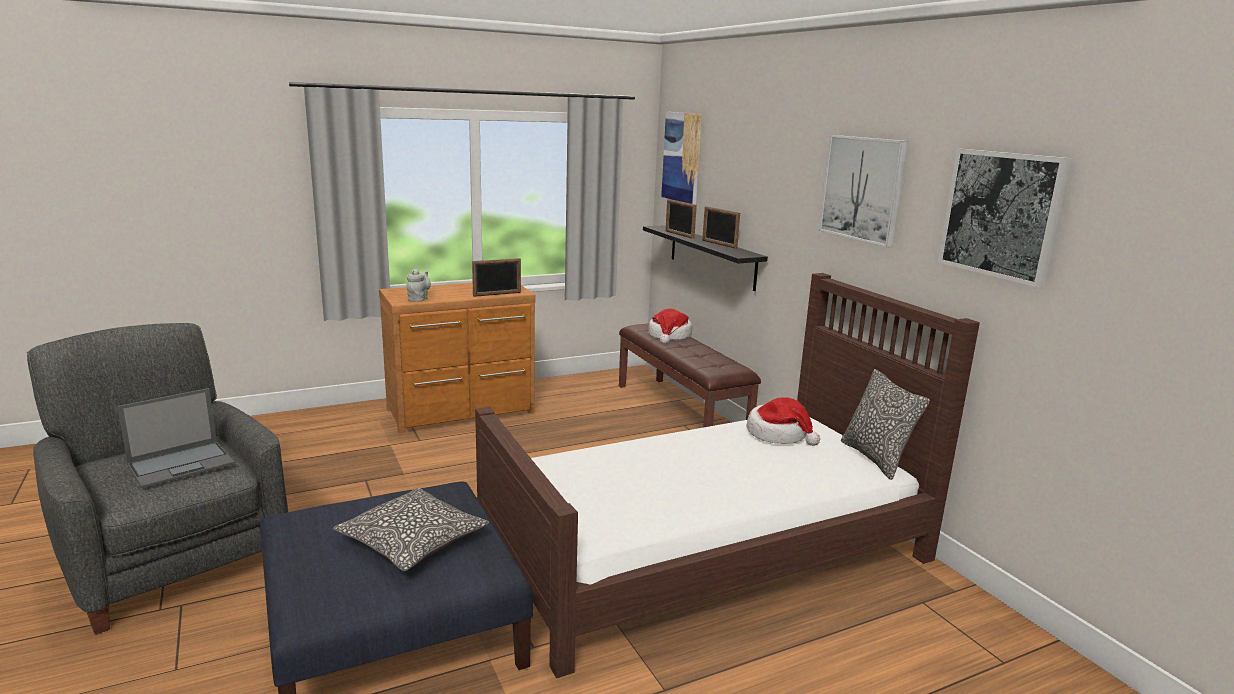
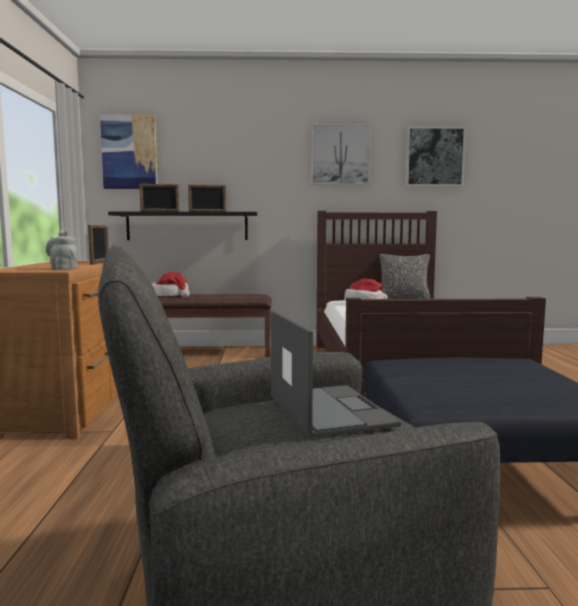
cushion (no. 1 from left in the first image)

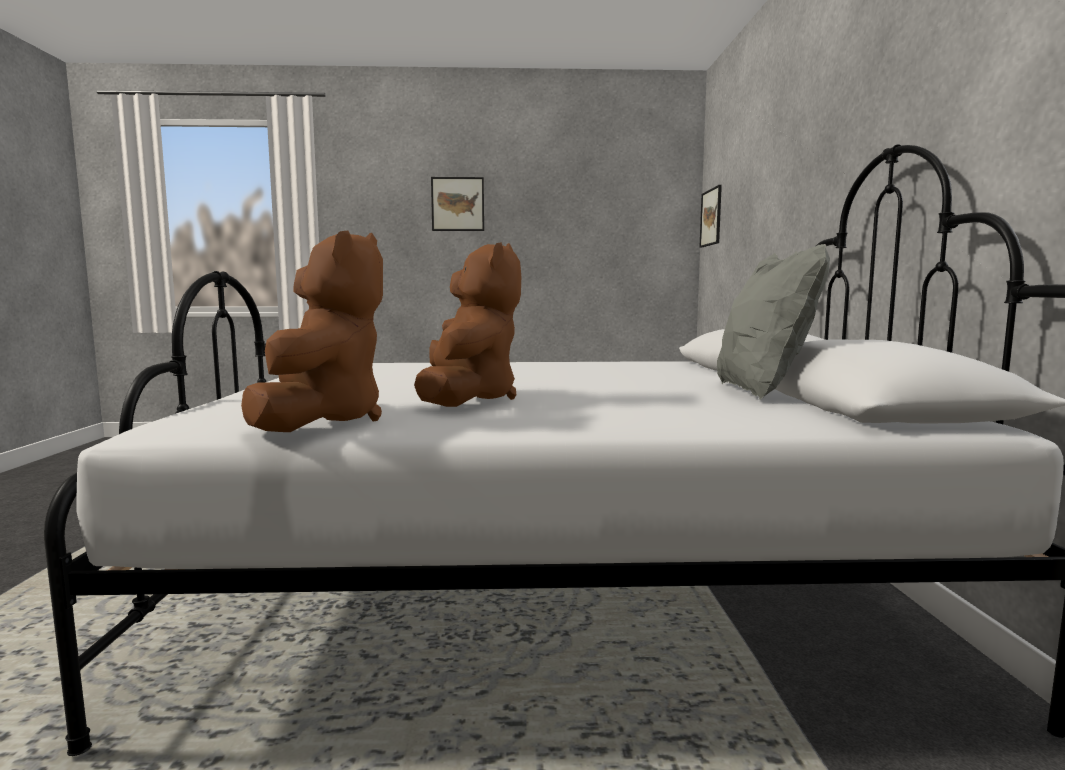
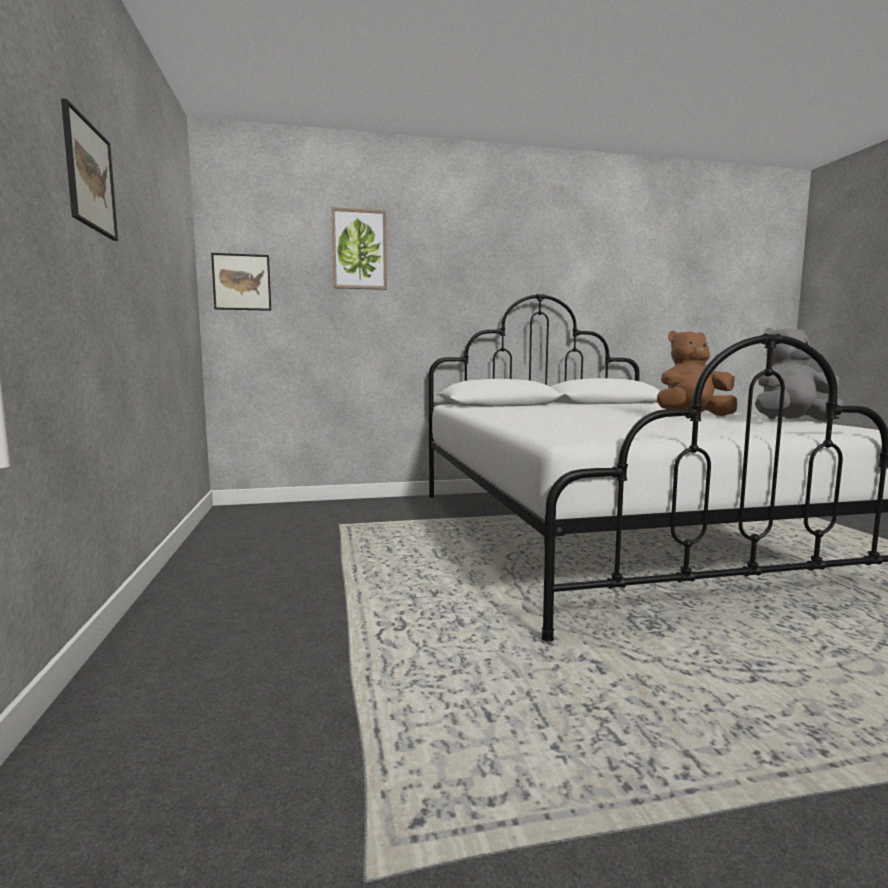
gray cushion
picture (no. 3 from left)
gray cuddly toy

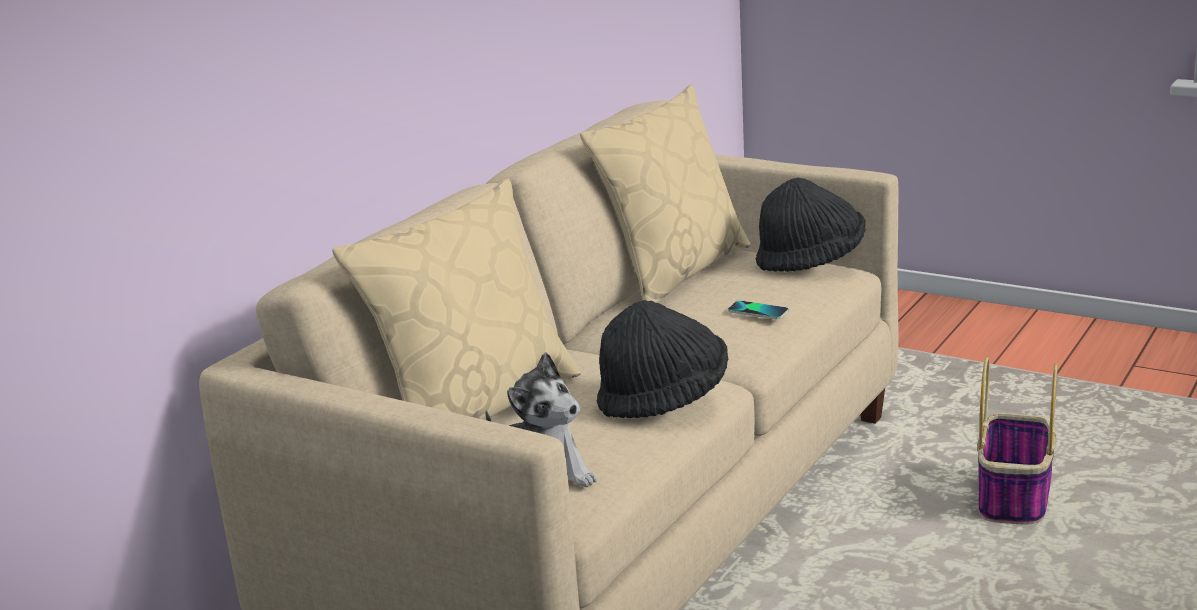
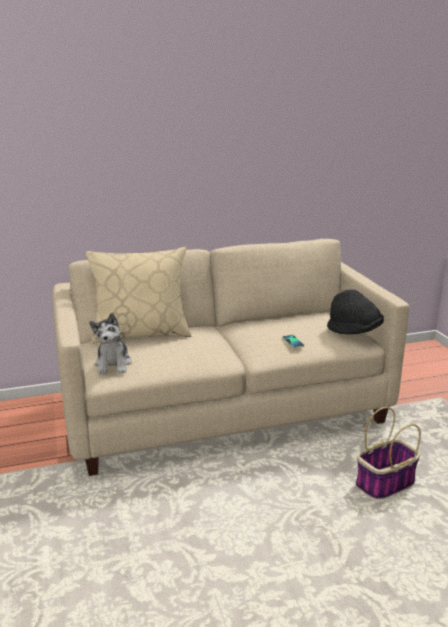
beige-coloured cushion (no. 2 from left in the first image)
black-coloured clothing hat (no. 1 from left in the first image)

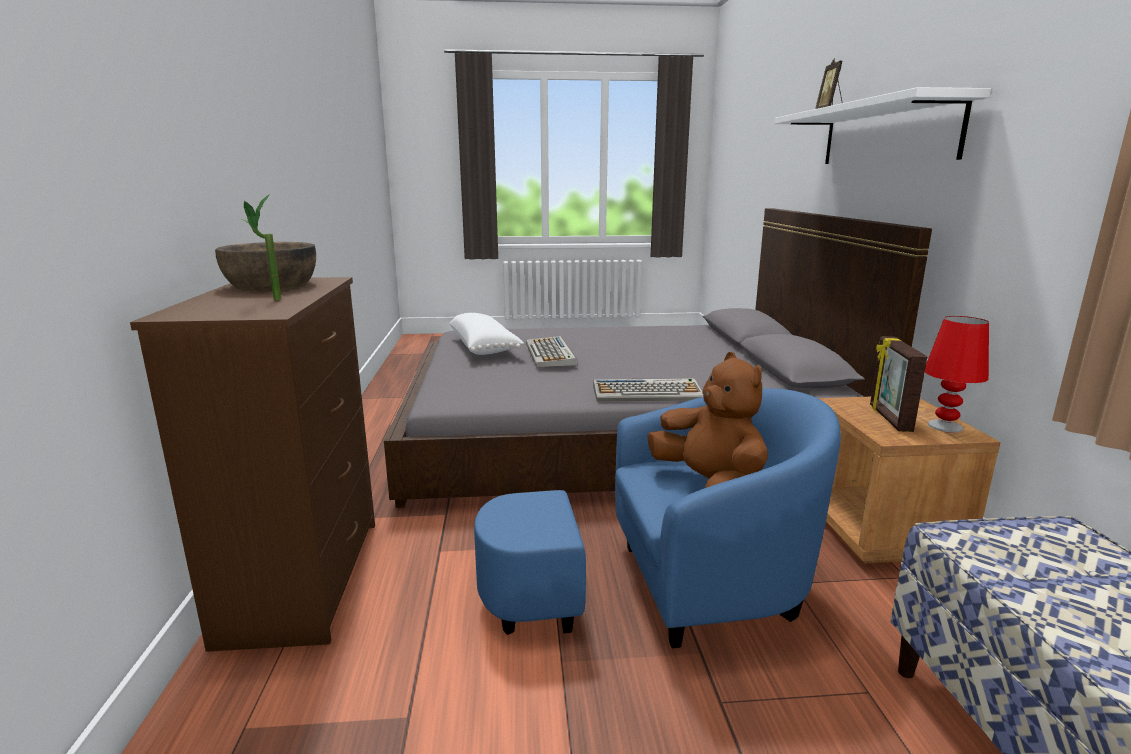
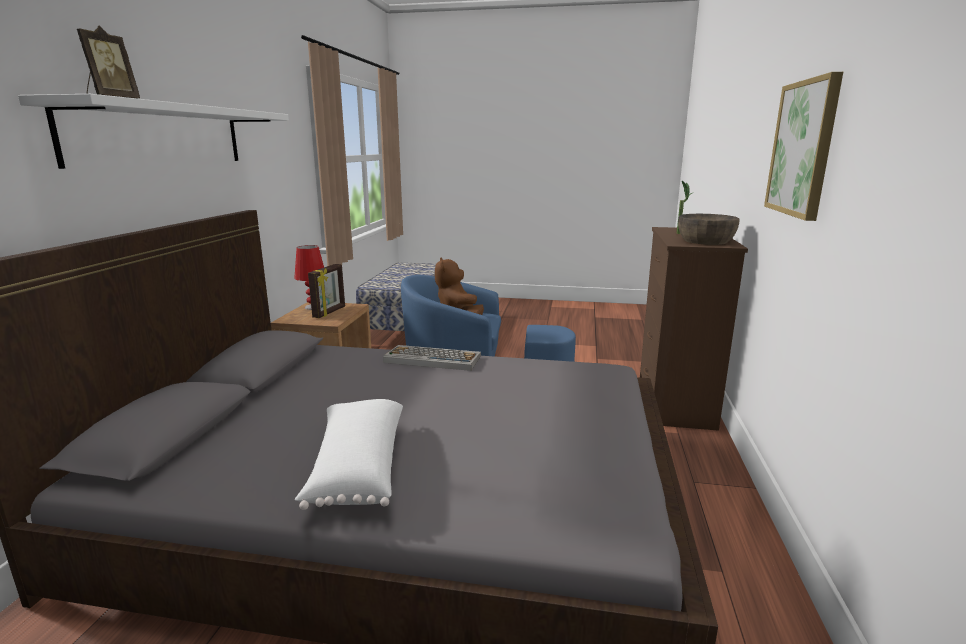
PC keyboard (no. 1 from left in the first image)
picture
whitish cushion

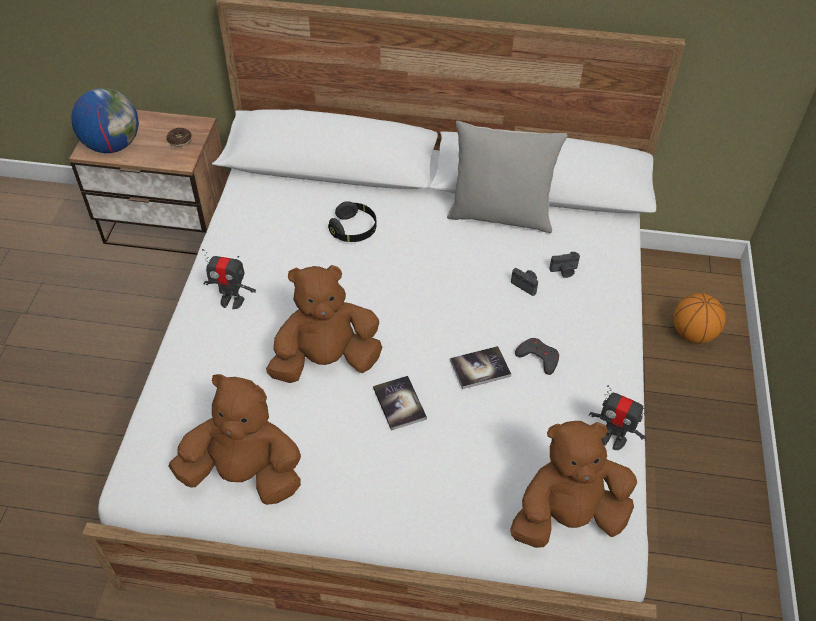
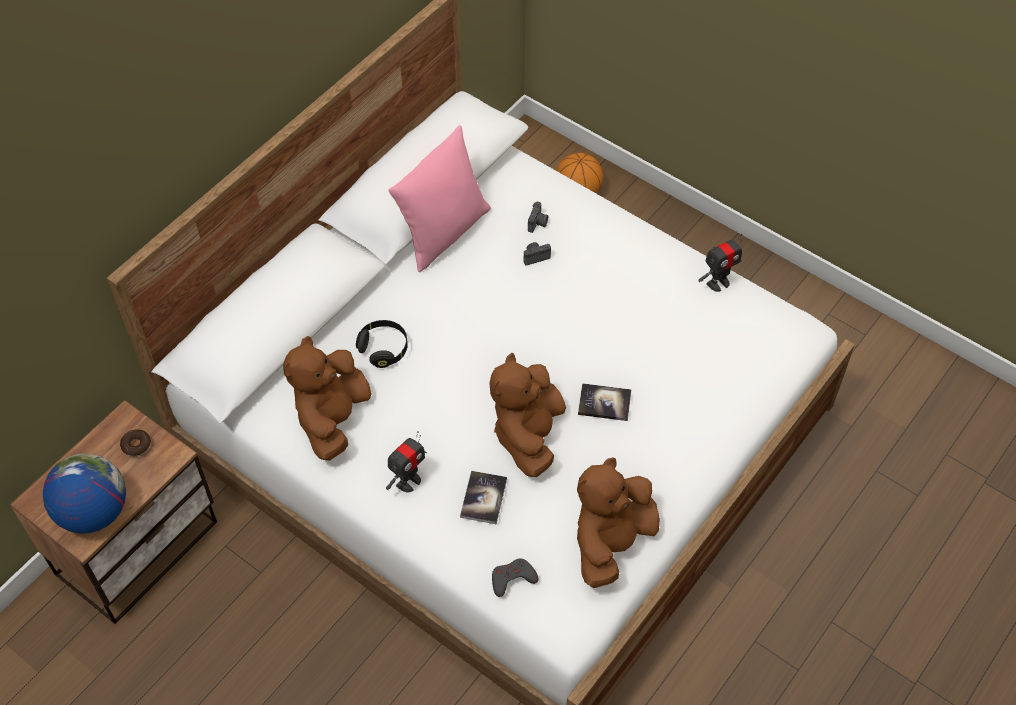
volume (no. 1 from left)
brown-coloured cuddly toy (no. 1 from left)
gray game controller
pink-coloured cushion

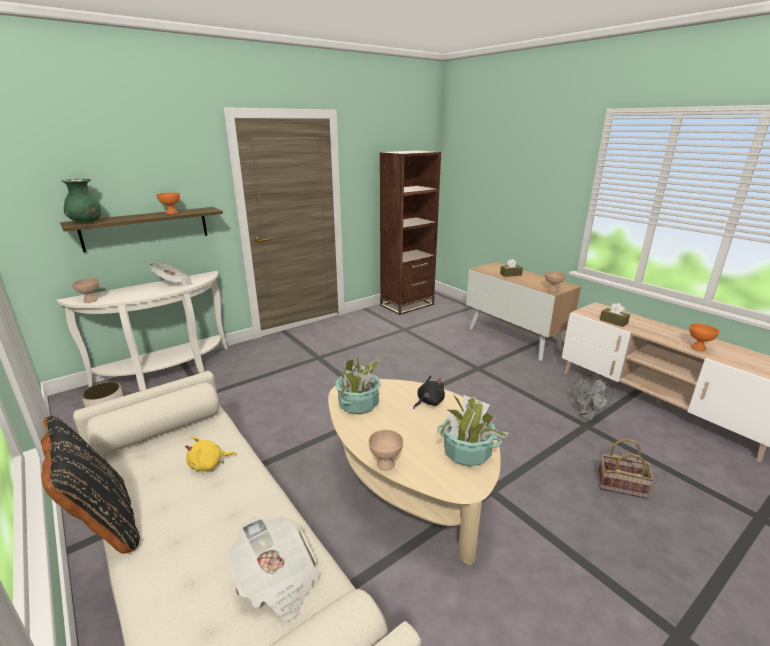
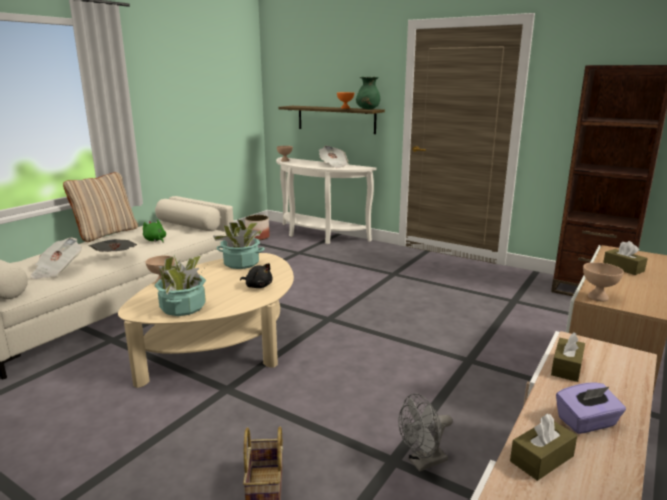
daily paper (no. 2 from left)
purple-coloured box of tissues
green vase
brown-coloured box of tissues (no. 1 from left)
beige-coloured cushion
green cuddly toy
gray fan

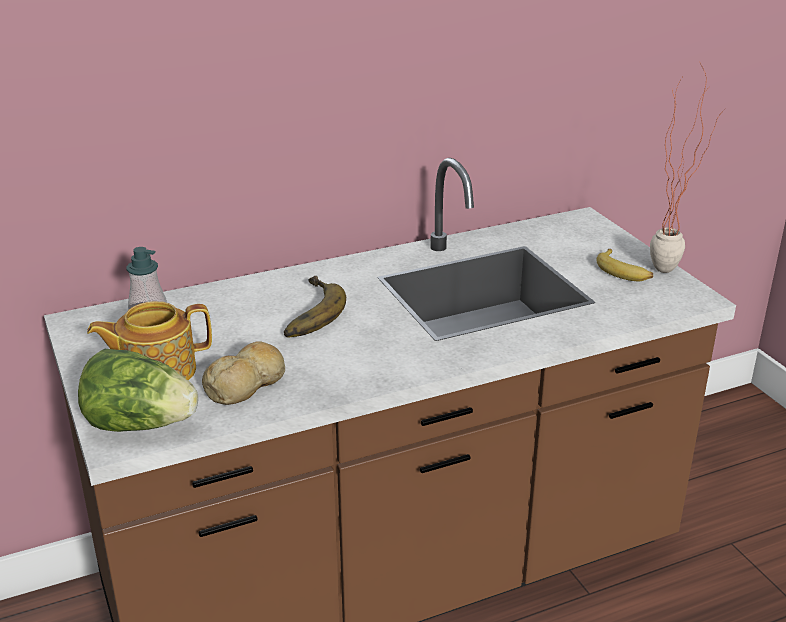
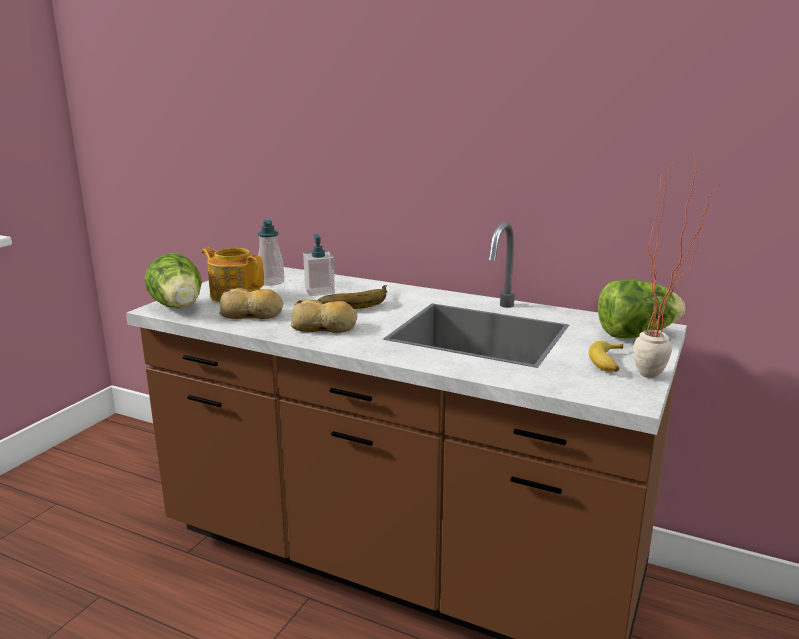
baked bread (no. 2 from left)
soap dispenser (no. 2 from left)
head of lettuce (no. 2 from left)

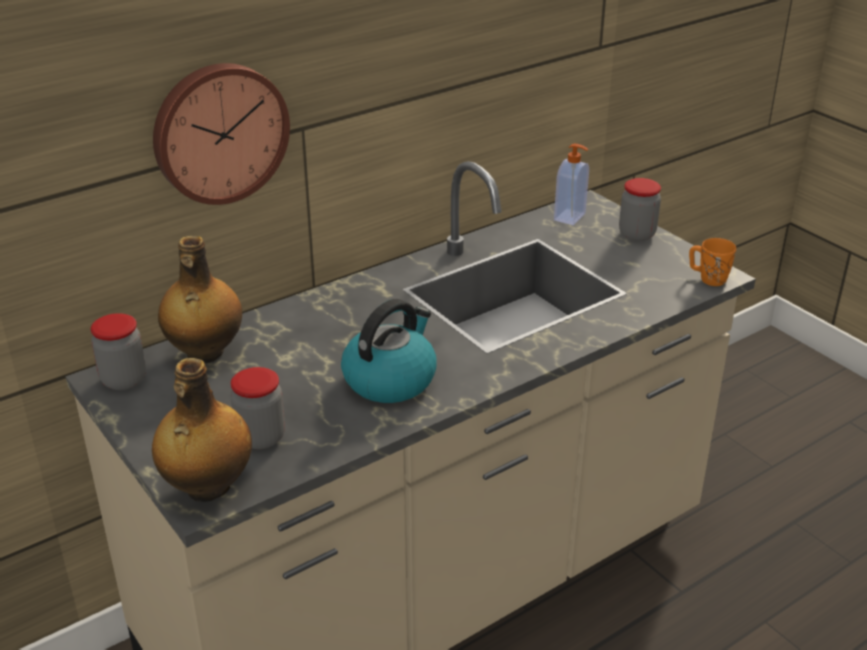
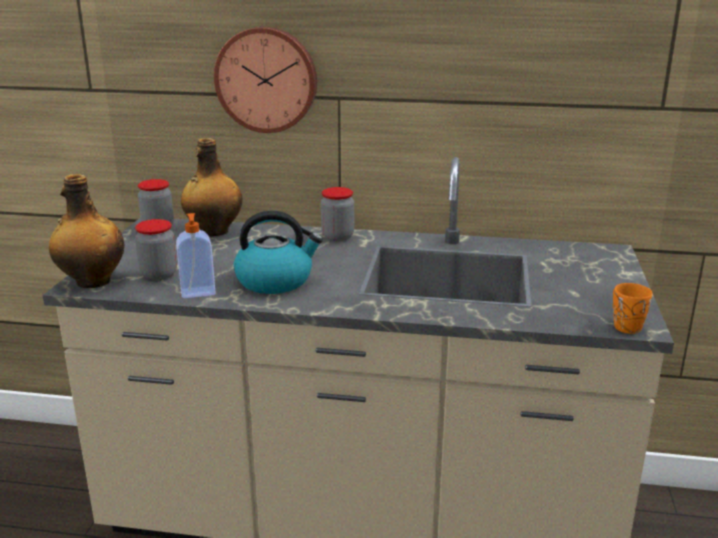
soap dispenser
jar (no. 3 from left)

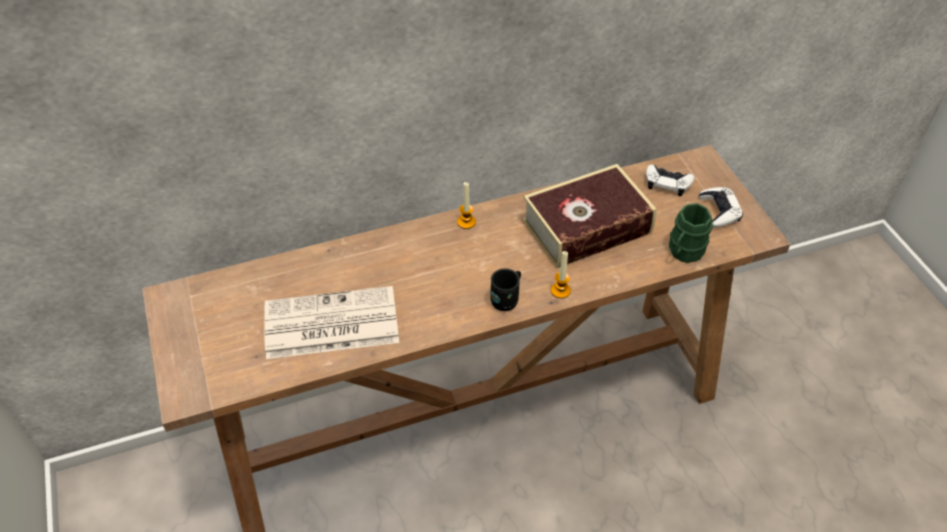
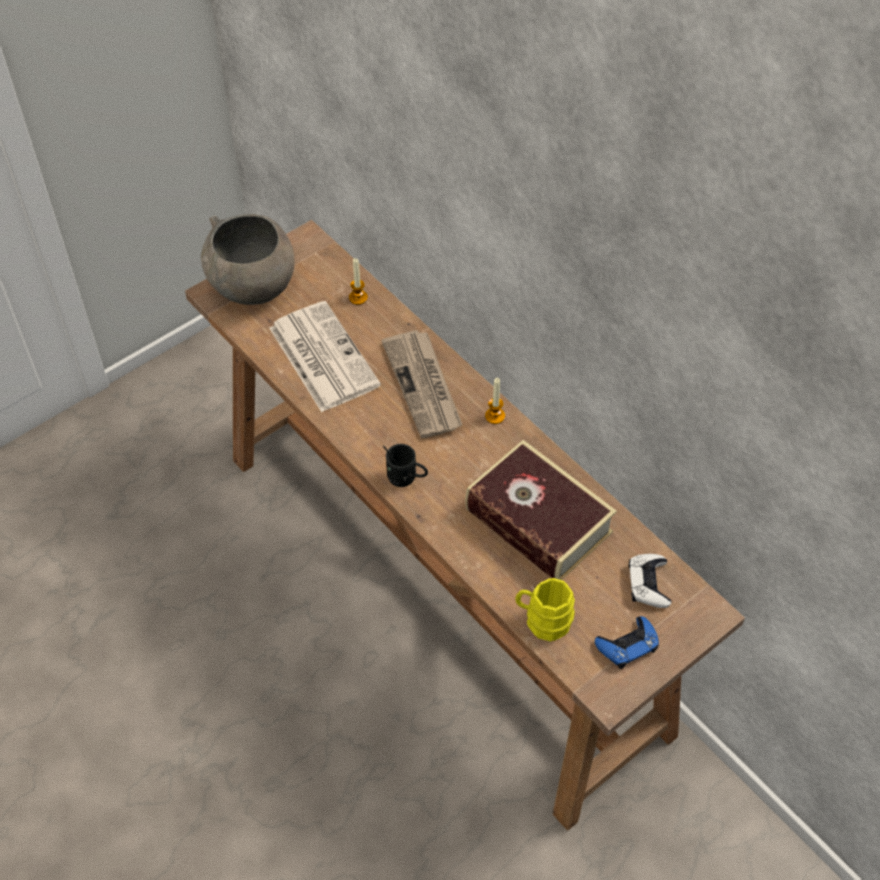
gray deep dish
daily paper (no. 2 from left)
wax candle (no. 1 from left)
yellowish coffee mug
blue game controller

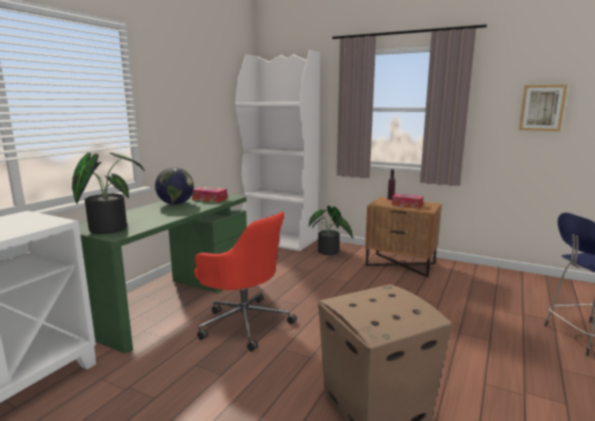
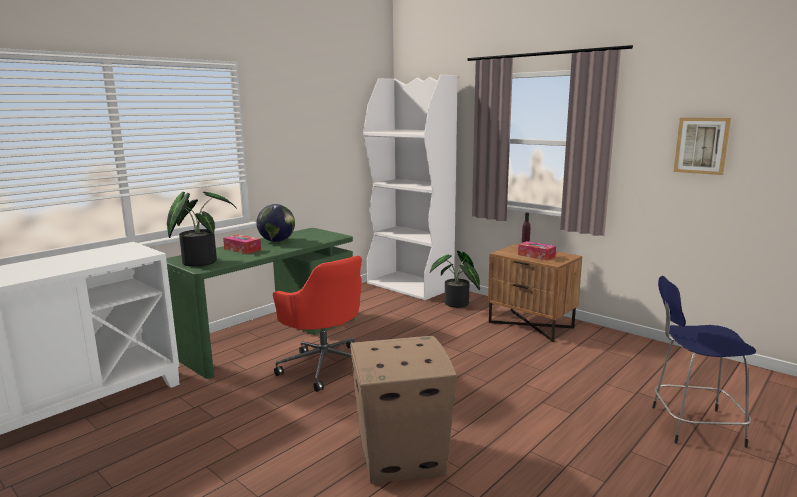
box of tissues (no. 1 from left)

